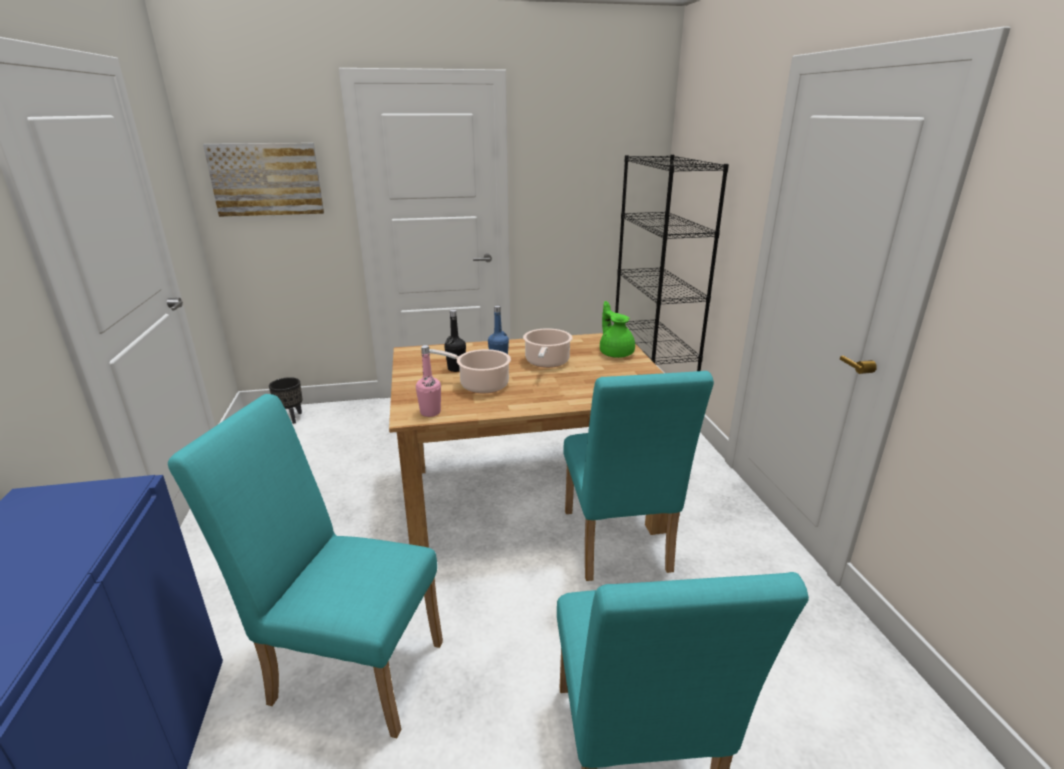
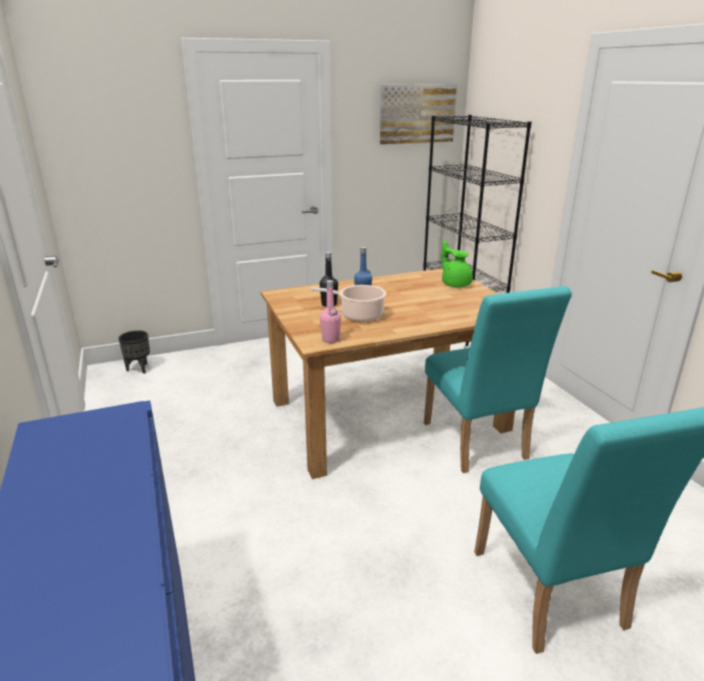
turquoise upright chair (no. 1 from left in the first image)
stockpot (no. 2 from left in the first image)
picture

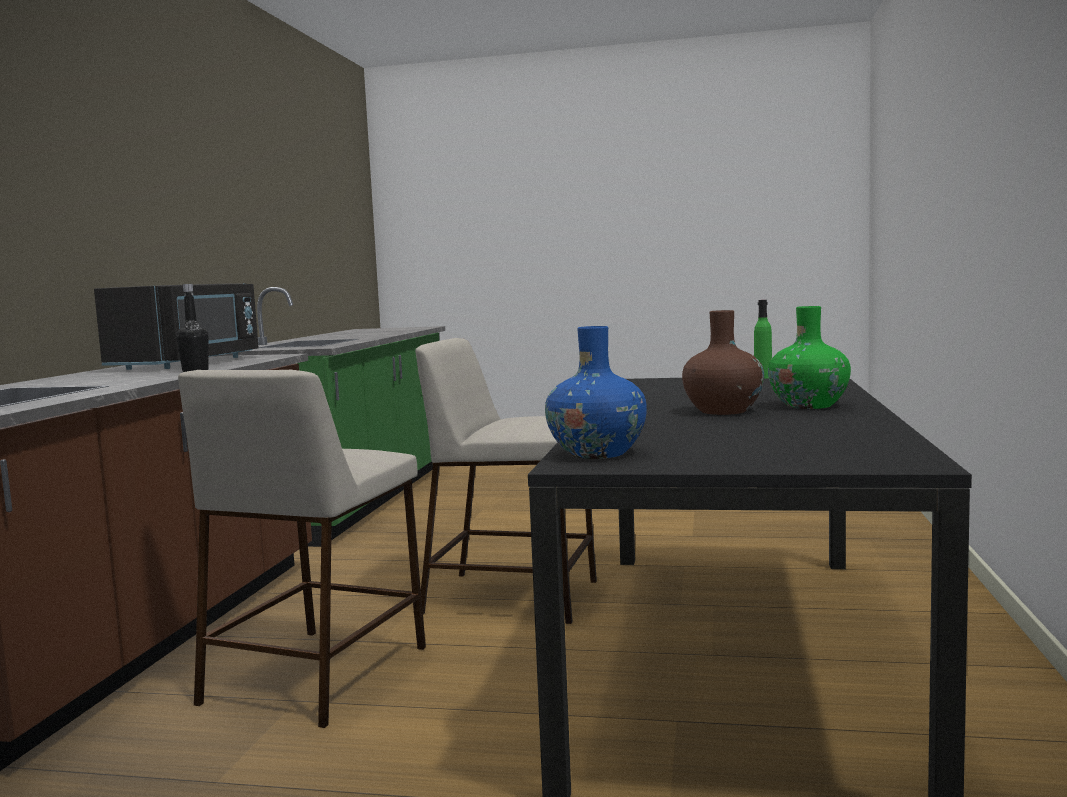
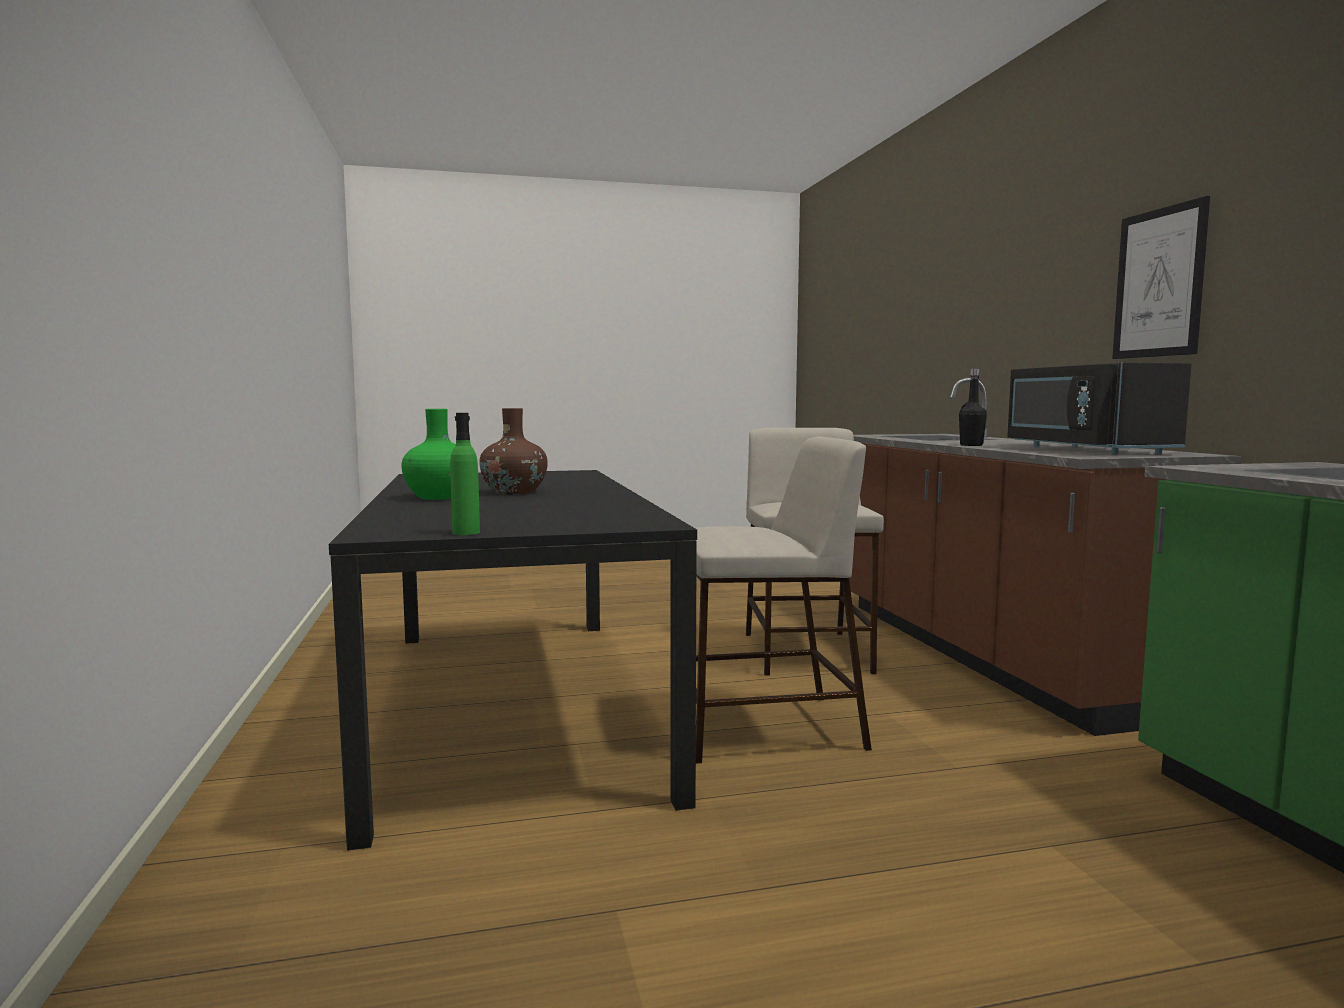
blue vase
picture

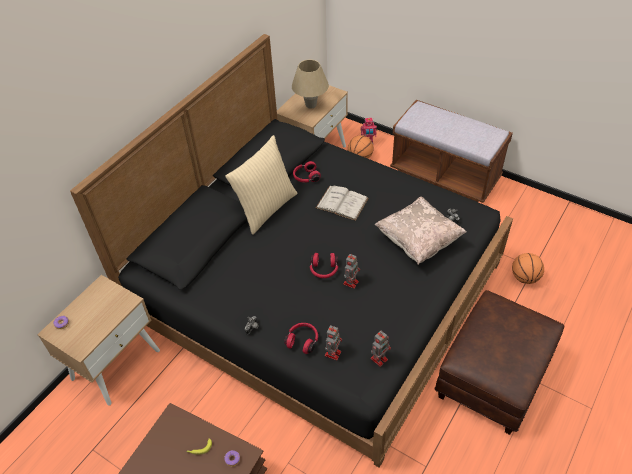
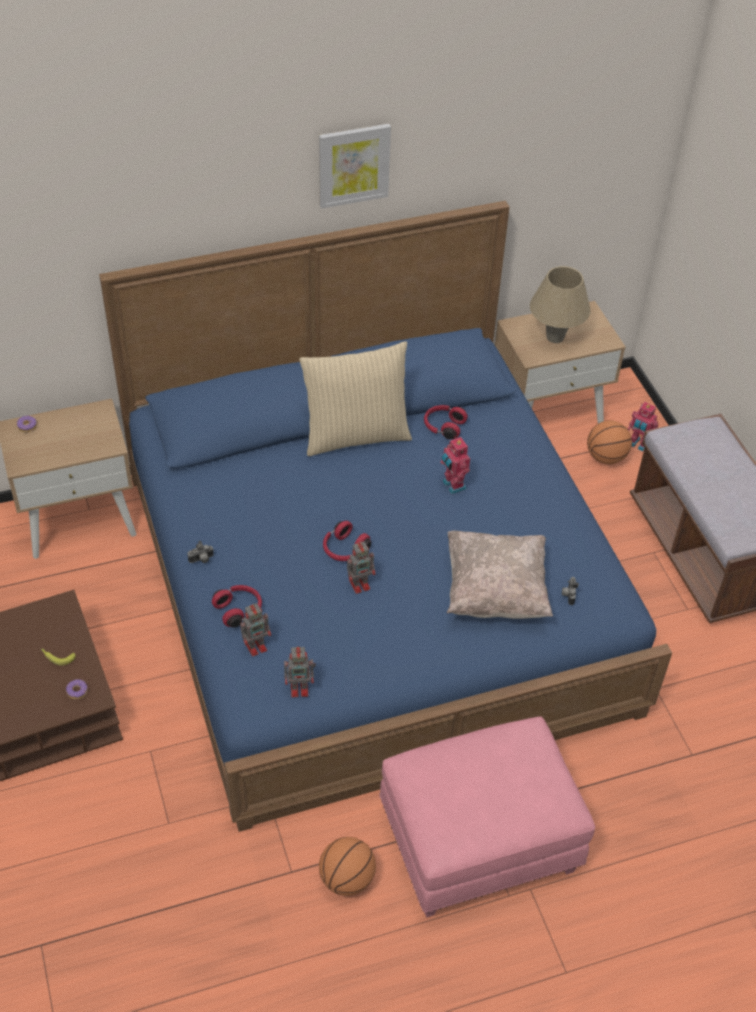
picture
basketball (no. 1 from left)
robot figure (no. 4 from left)
blue sleeping bed
pink-coloured footrest

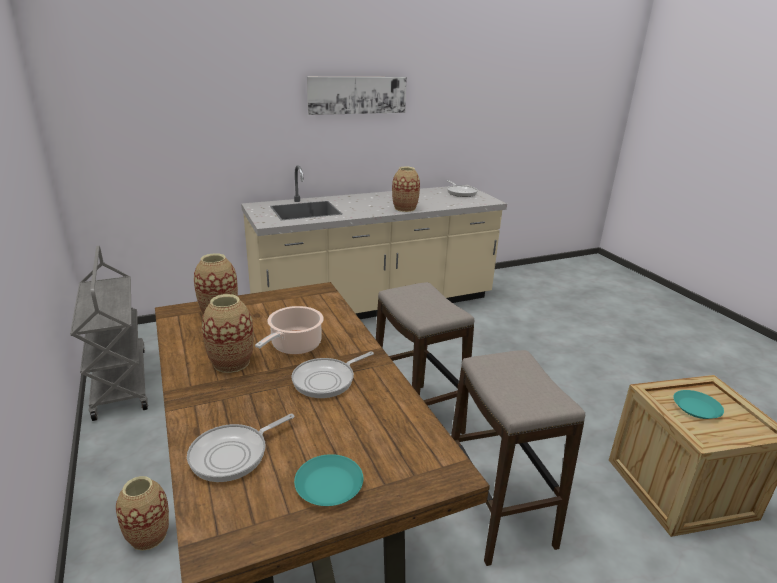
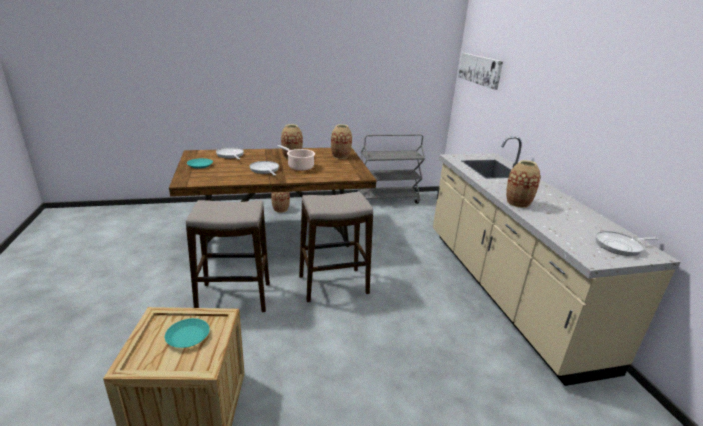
picture

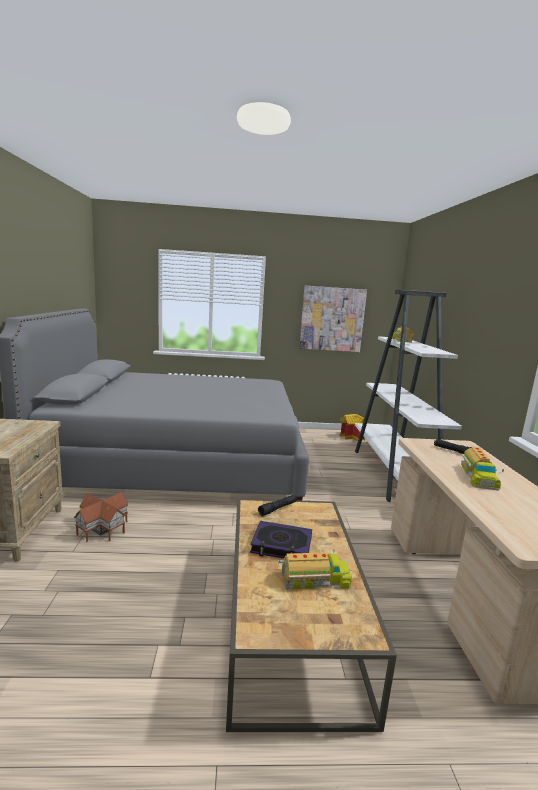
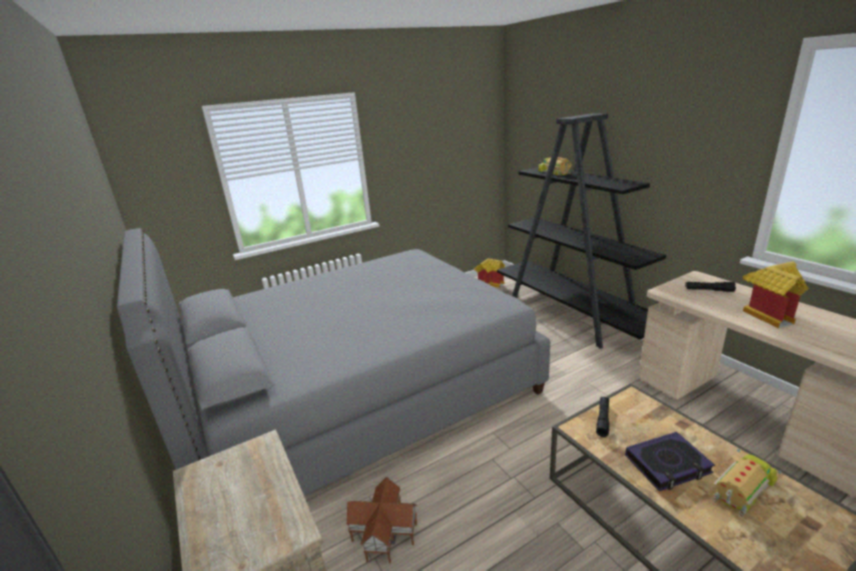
picture
model house (no. 3 from left)
black-coloured bookshelf

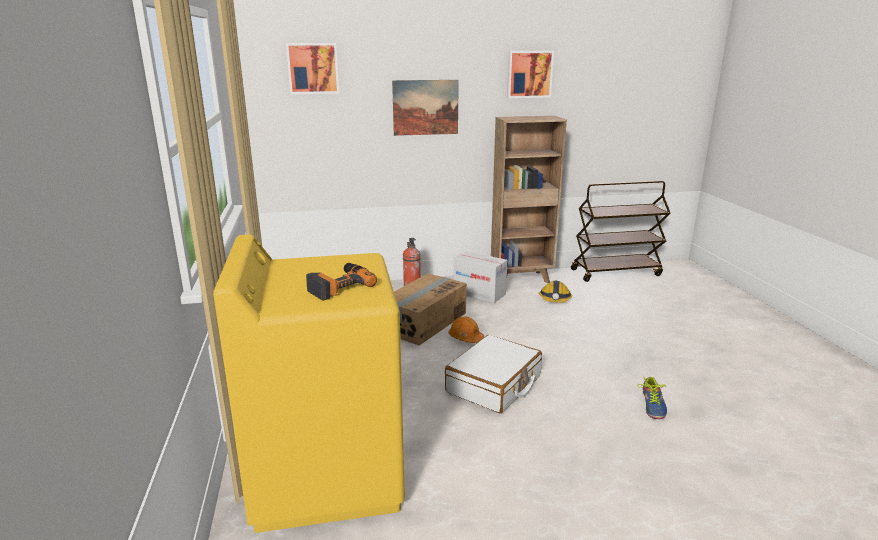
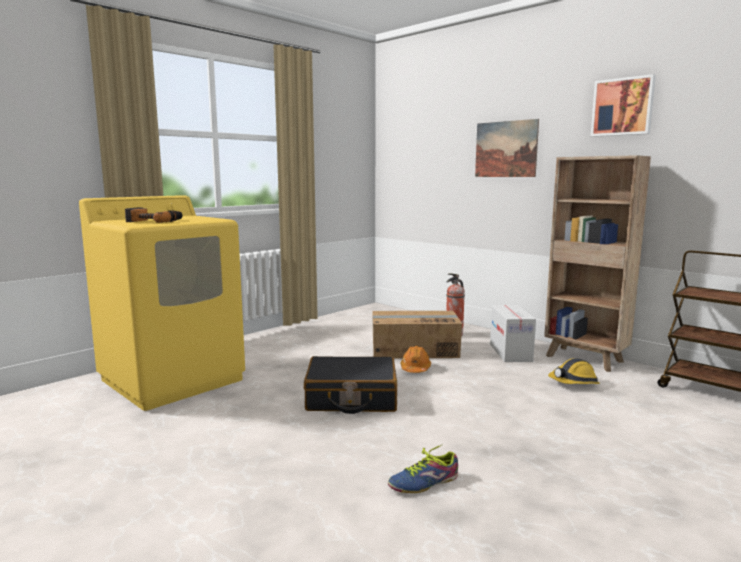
picture (no. 1 from left in the first image)
black-coloured piece of luggage

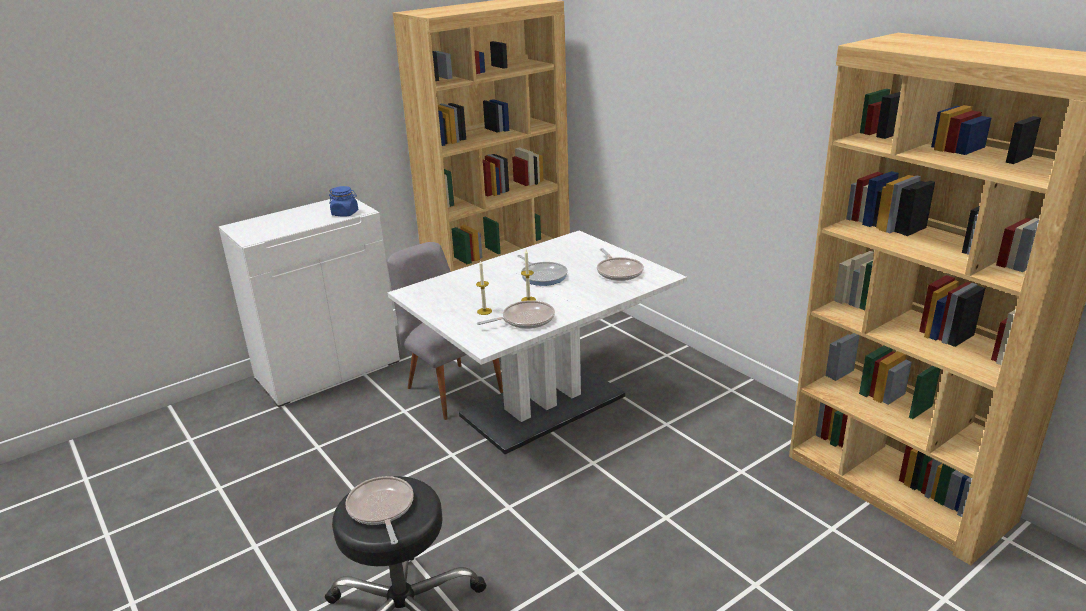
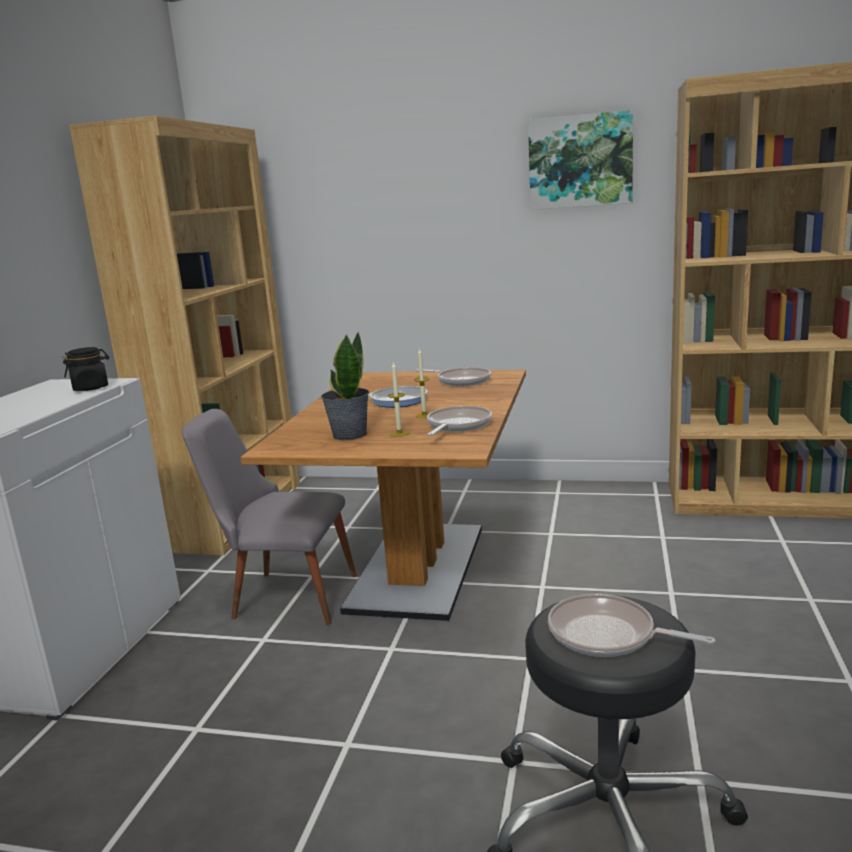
plant in a pot
picture
black-coloured jar
brown-coloured dinner table

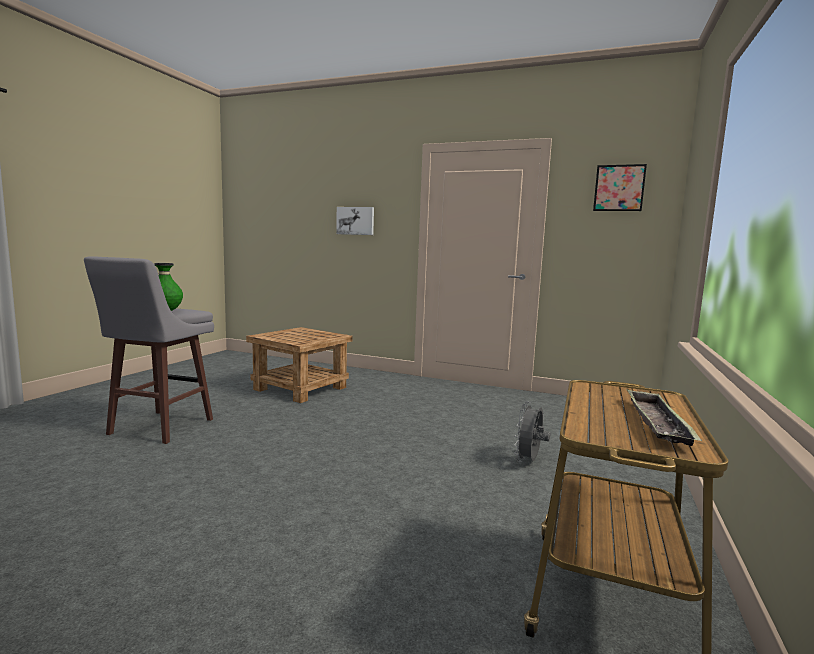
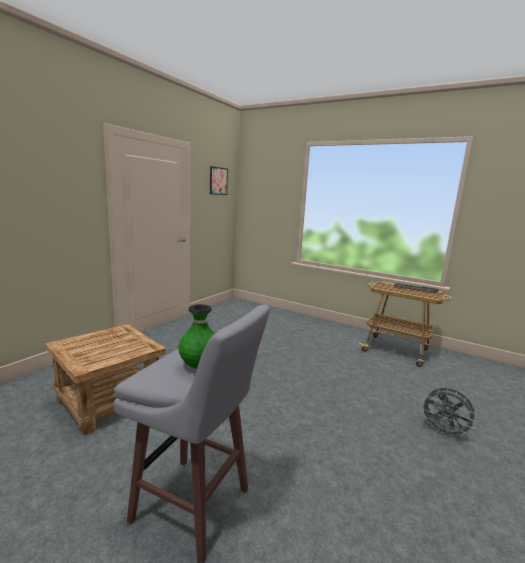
picture (no. 1 from left in the first image)
gray fan

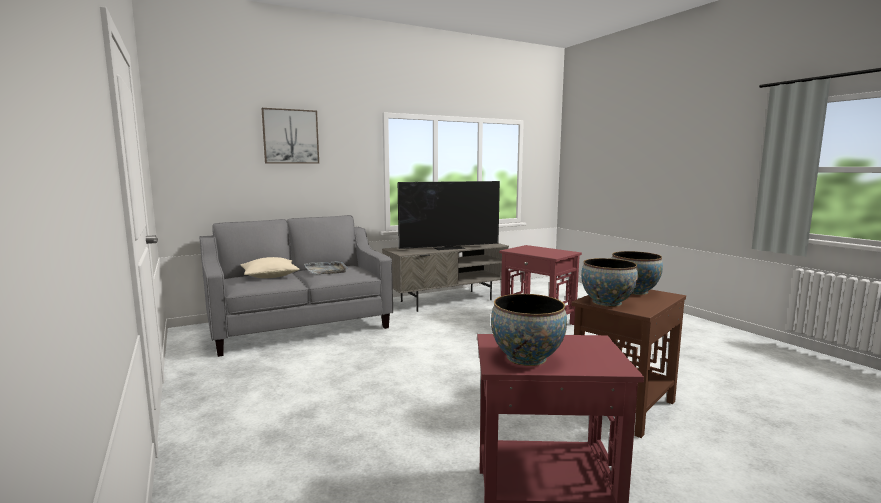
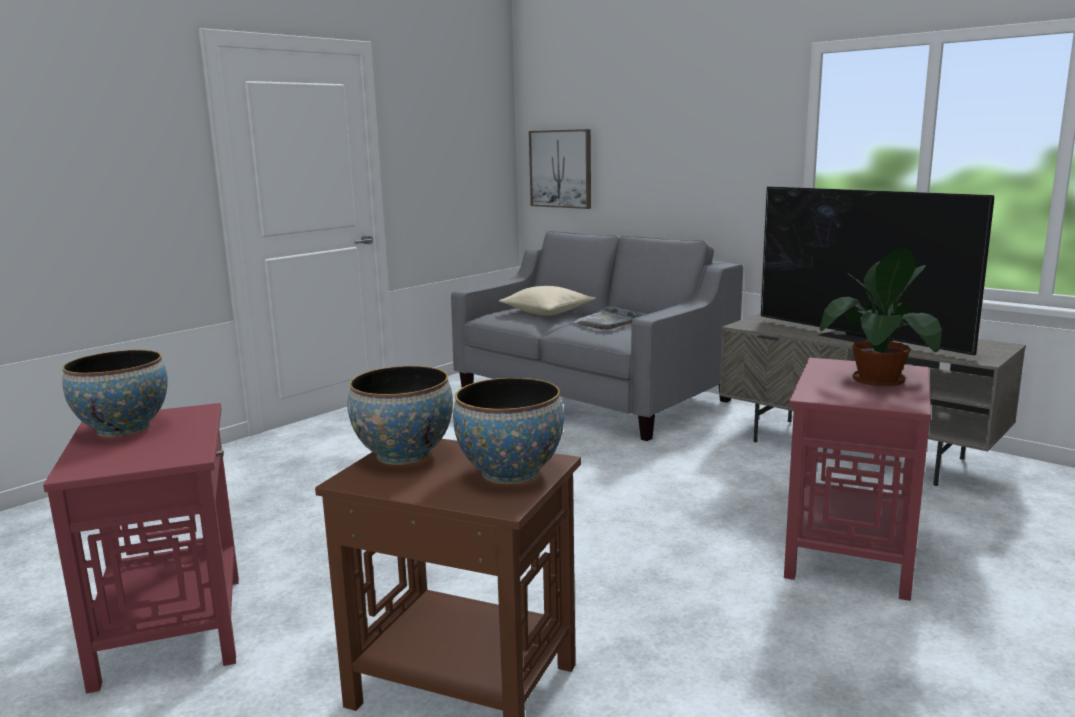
plant in a pot
picture

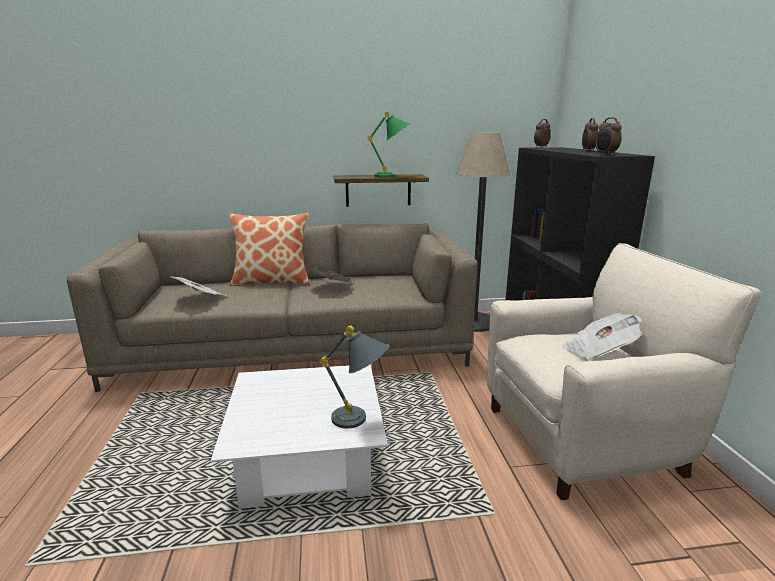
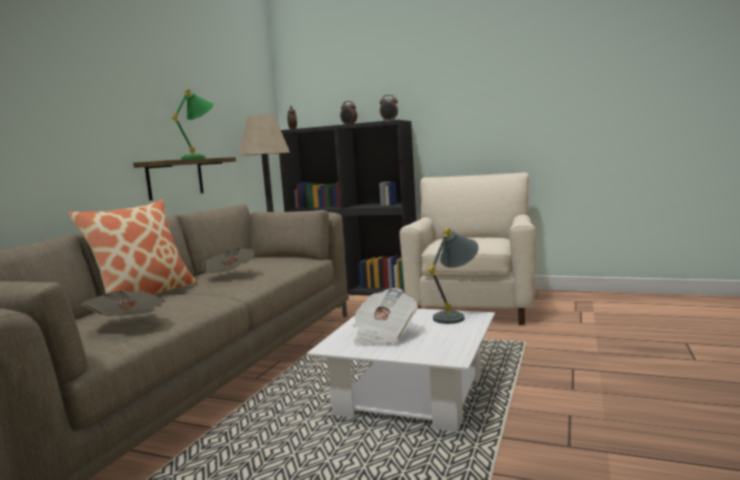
daily paper (no. 3 from left)

